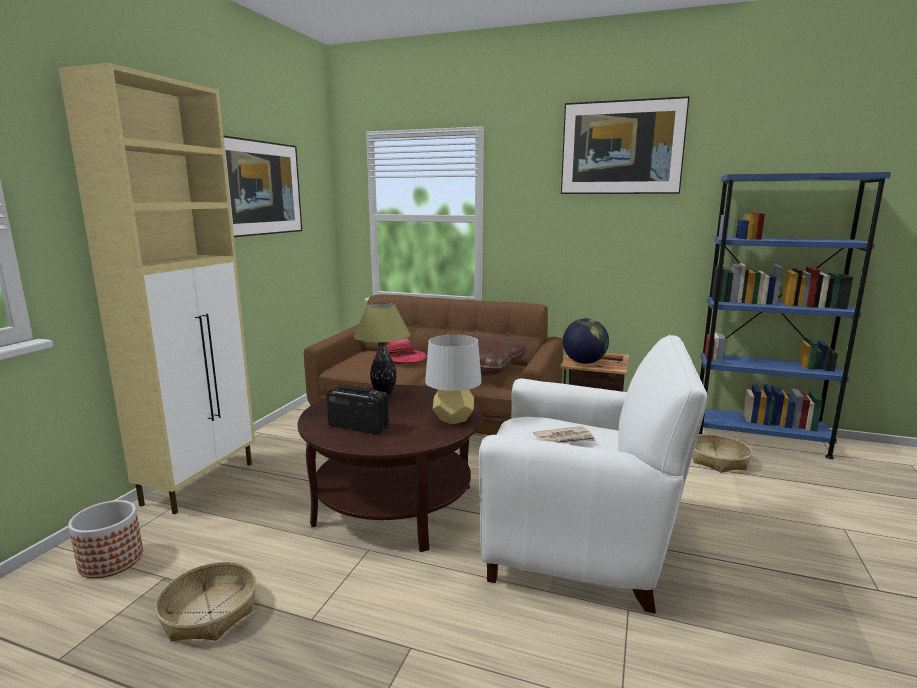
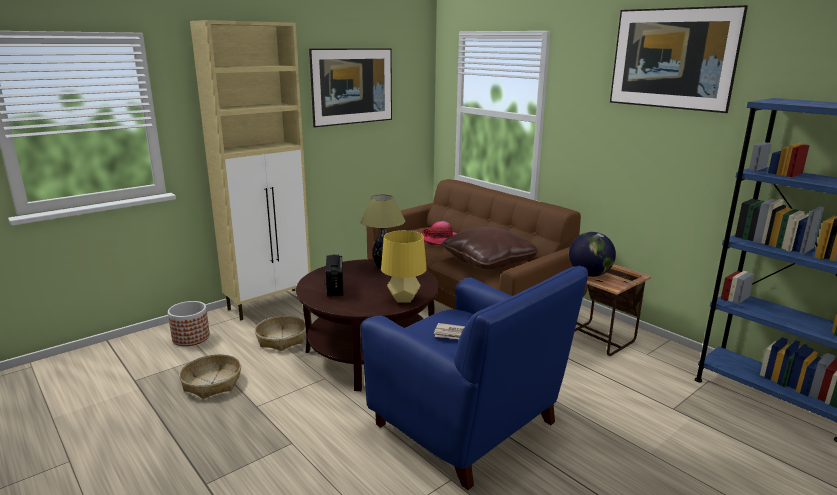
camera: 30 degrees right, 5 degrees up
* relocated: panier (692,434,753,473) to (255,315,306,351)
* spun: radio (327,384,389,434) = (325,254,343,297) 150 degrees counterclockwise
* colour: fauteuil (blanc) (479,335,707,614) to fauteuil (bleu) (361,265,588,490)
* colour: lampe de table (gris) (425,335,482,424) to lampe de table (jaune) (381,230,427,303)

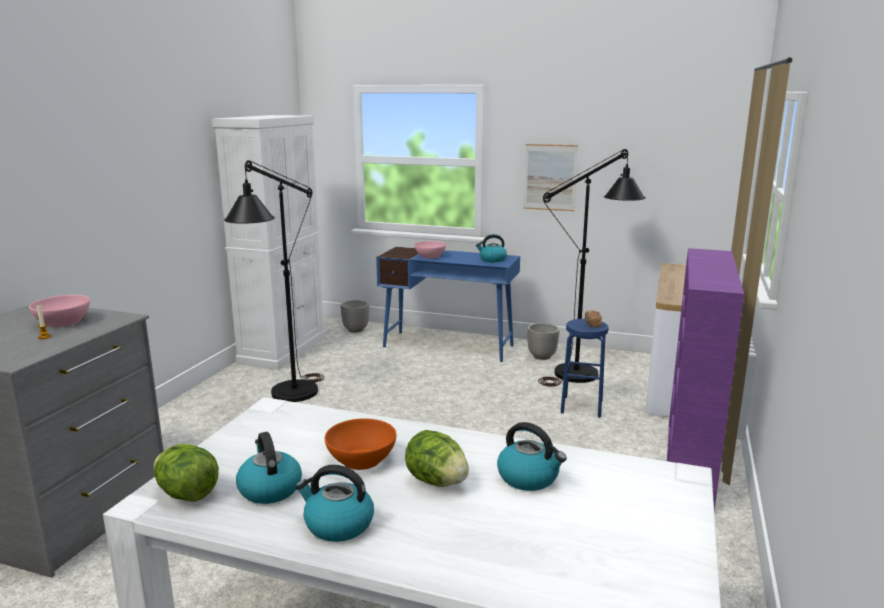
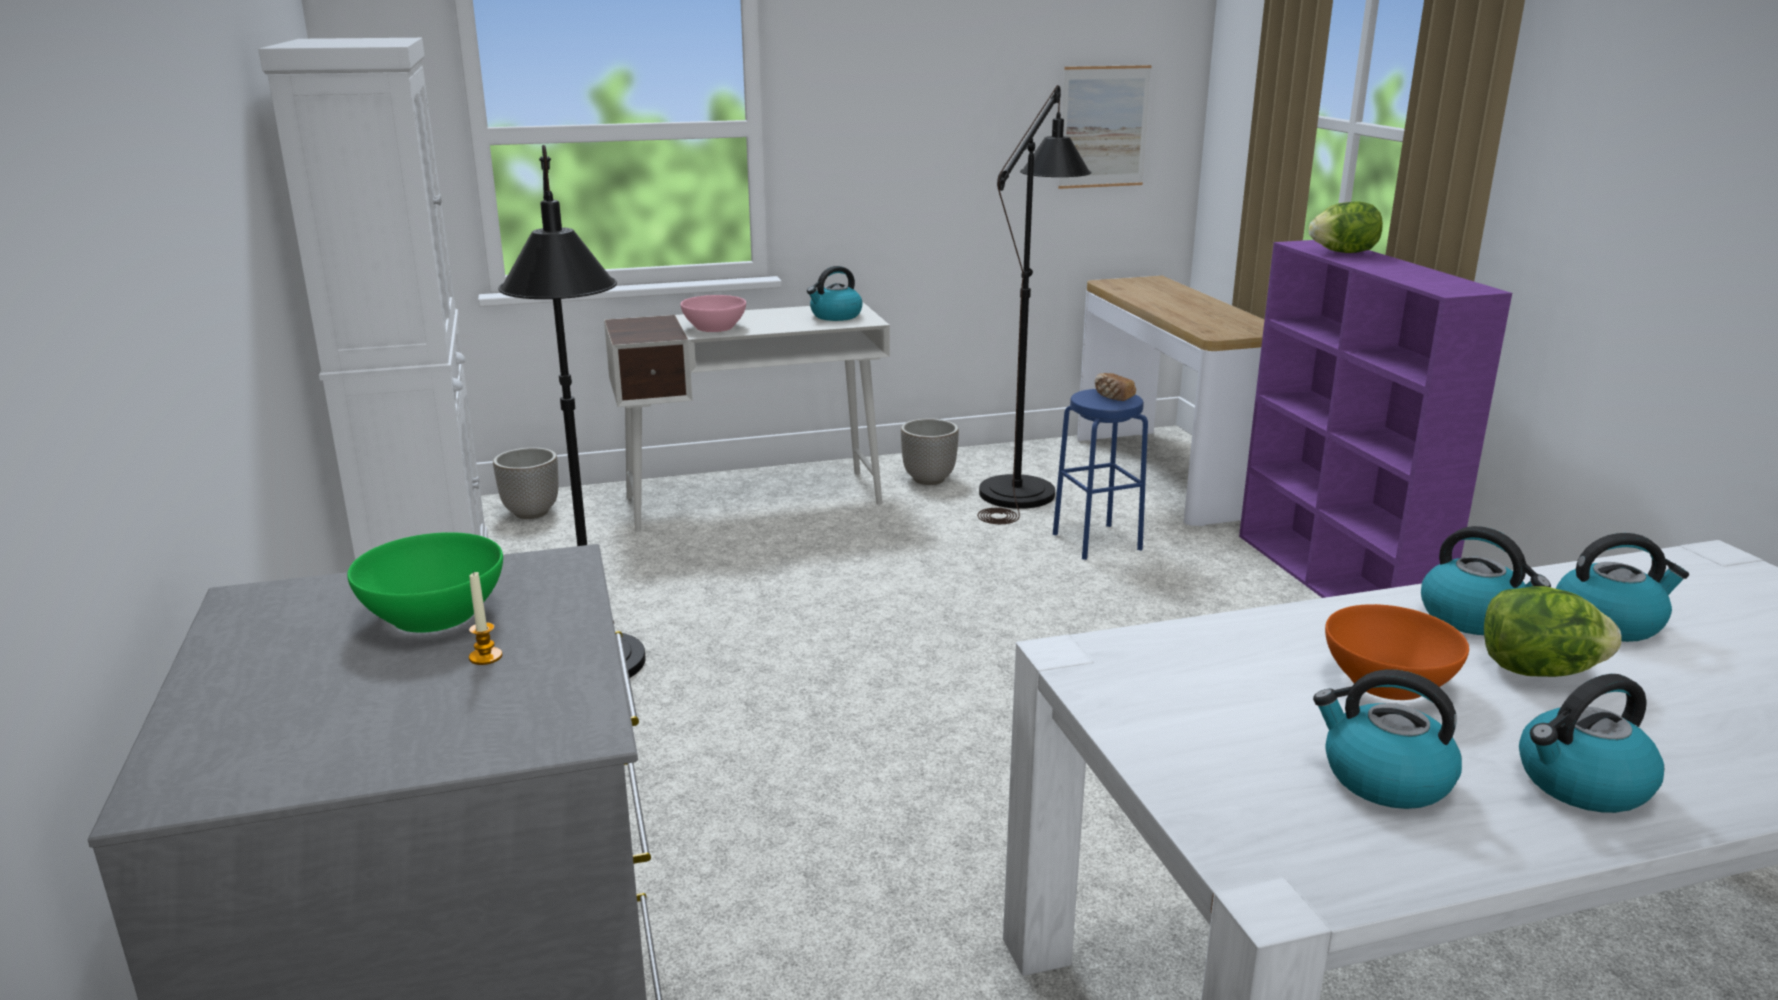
camera: 35 degrees left, 5 degrees up
* colour: bol (rose) (29,295,90,327) to bol (vert) (347,532,503,632)
* colour: bureau (bleu) (376,247,520,362) to bureau (blanc) (604,302,890,532)
* relocated: tableau (523,144,578,211) to (1058,65,1152,189)
* relocated: laitue (154,444,219,502) to (1309,202,1383,253)
* appeared: bouilloire (1421,526,1551,635)

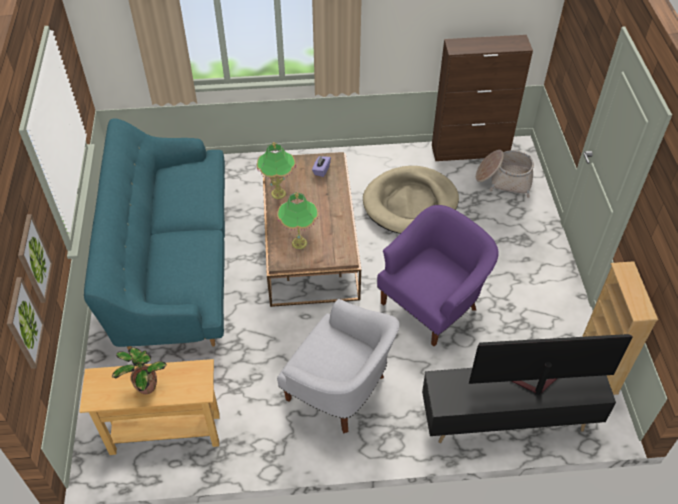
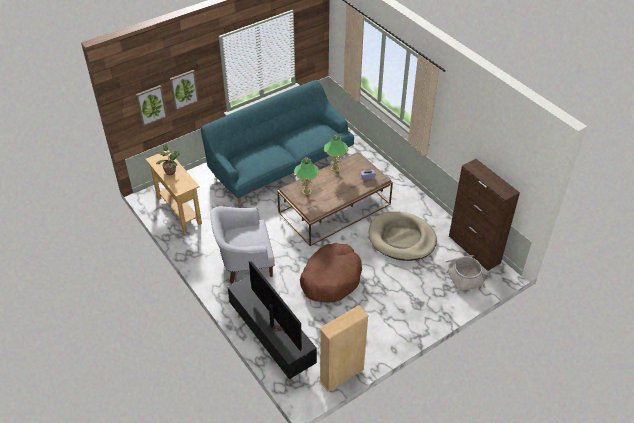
camera: 60 degrees right, 5 degrees down
* spun: fauteuil (blanc) (277,299,399,434) = (210,206,275,283) 75 degrees clockwise
* exchanged: fauteuil (violet) (377,205,499,346) to panier pour chien (marron) (300,243,362,302)

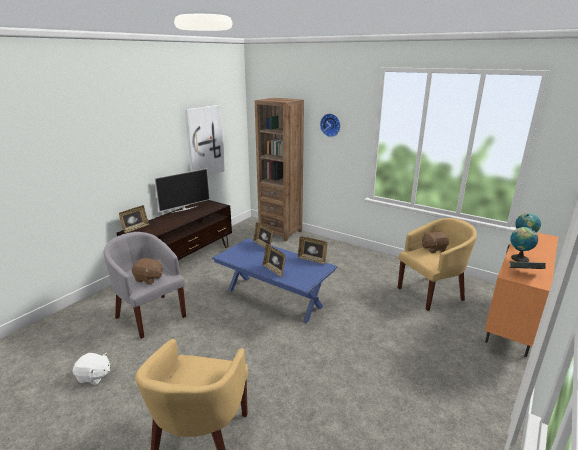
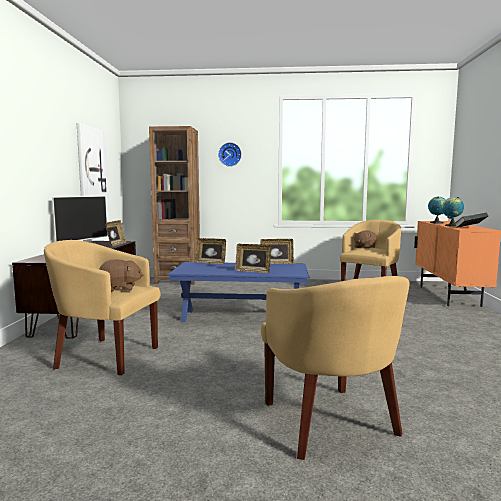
camera: 30 degrees left, 15 degrees down
* colour: fauteuil (gris) (103,232,186,339) to fauteuil (jaune) (44,240,161,376)
* relocated: cadre photo (119,205,149,233) to (105,220,126,246)
* missing: peluche (blanc) (73,353,110,385)

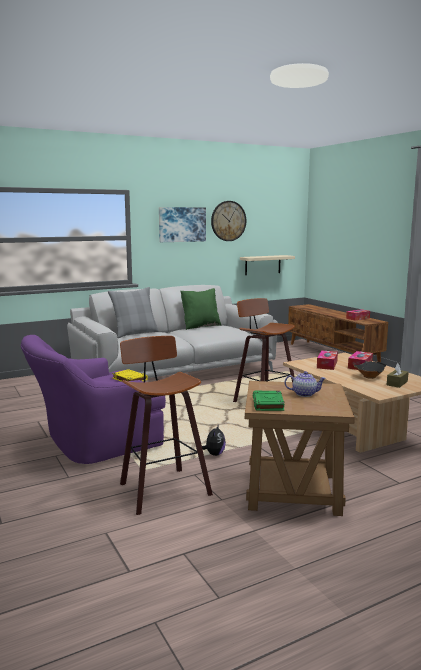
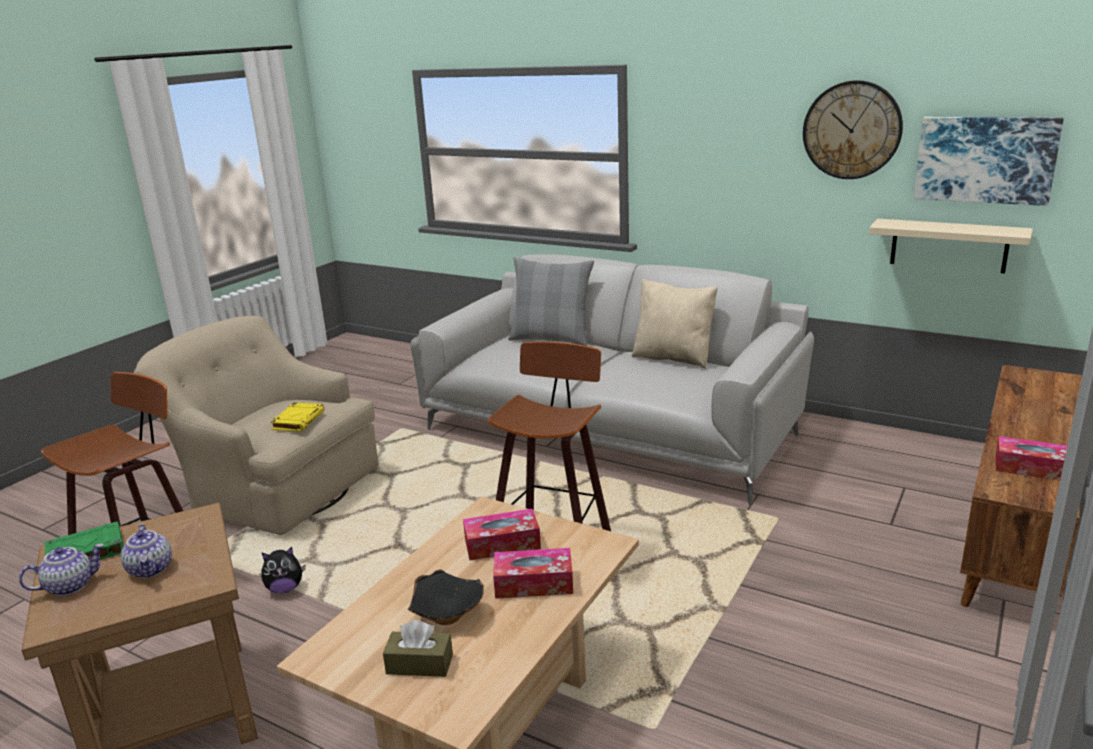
camera: 60 degrees right, 10 degrees up
* appeared: théière (19,544,104,596)
* colour: fauteuil (violet) (21,335,166,464) to fauteuil (beige) (134,316,379,535)
* colour: coussin (vert) (181,288,221,330) to coussin (beige) (632,279,718,369)
* relocated: tableau (159,207,206,242) to (914,117,1064,206)

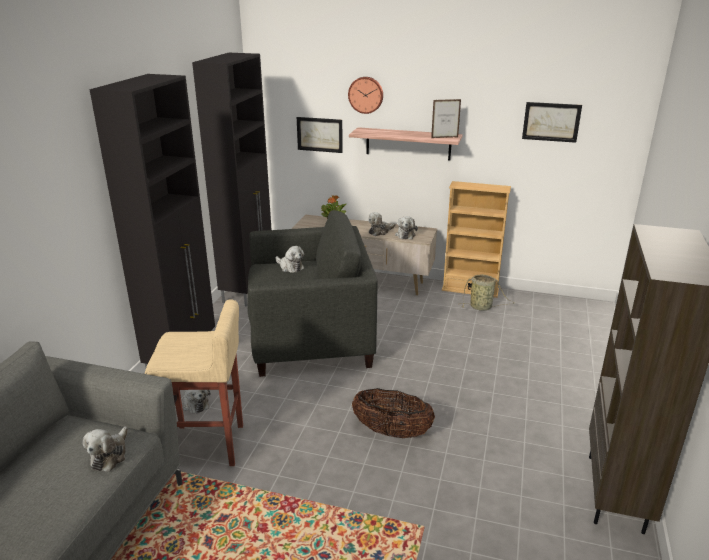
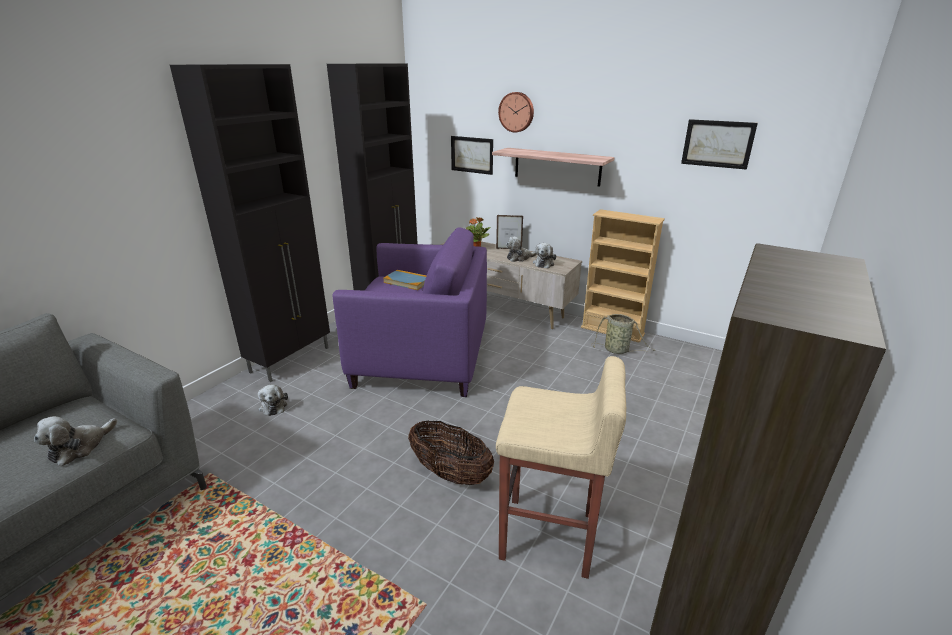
camera: 15 degrees right, 0 degrees up
* colour: fauteuil (gris) (247,210,377,377) to fauteuil (violet) (332,227,487,397)
* exchanged: peluche (275,246,304,273) to livre (383,270,426,290)
* relocated: cadre photo (431,99,461,138) to (496,215,523,249)
* relocated: tabouret (beige) (145,299,243,466) to (496,356,626,579)

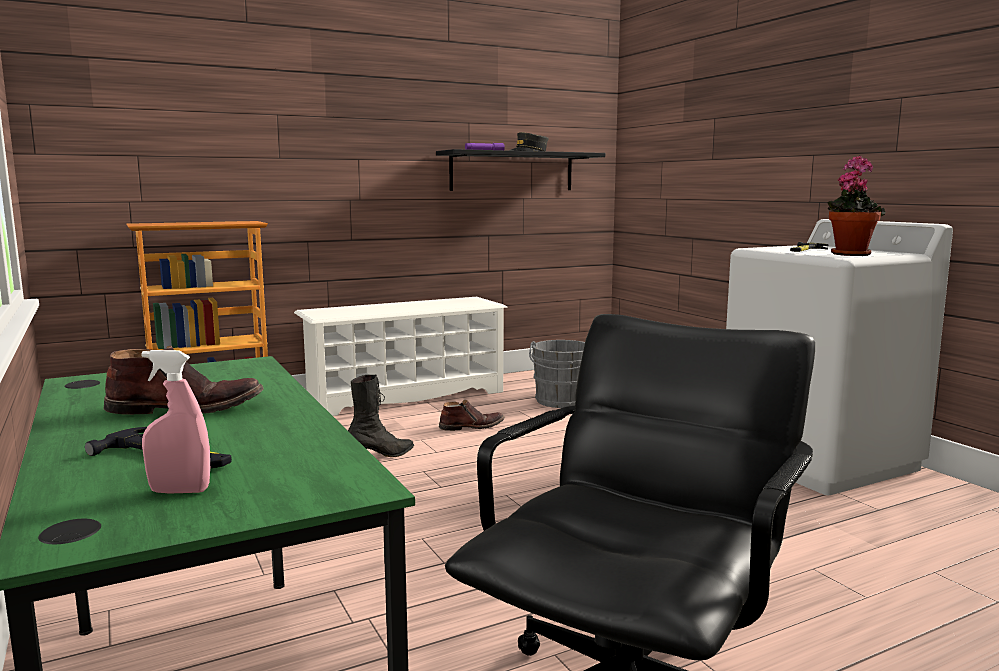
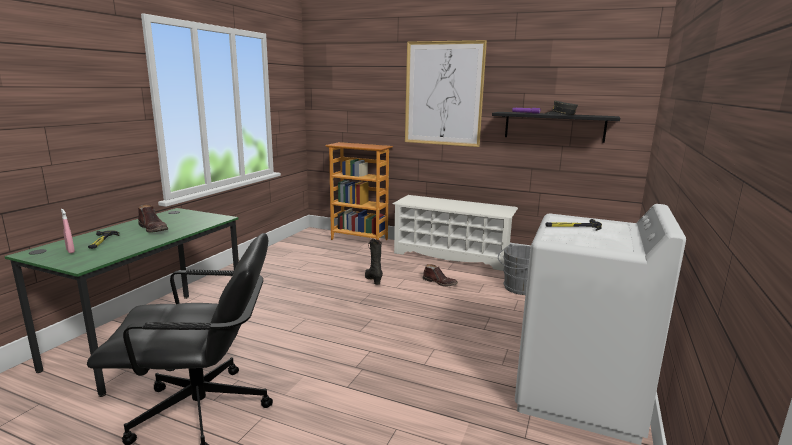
camera: 50 degrees right, 5 degrees up
* spun: botte (noir) (348,375,414,457) = (365,239,383,285) 120 degrees counterclockwise
* appeared: tableau (405,40,487,147)
* missing: plante en pot (828,156,885,256)

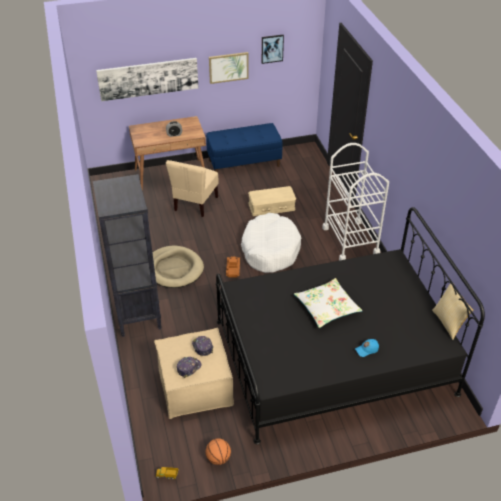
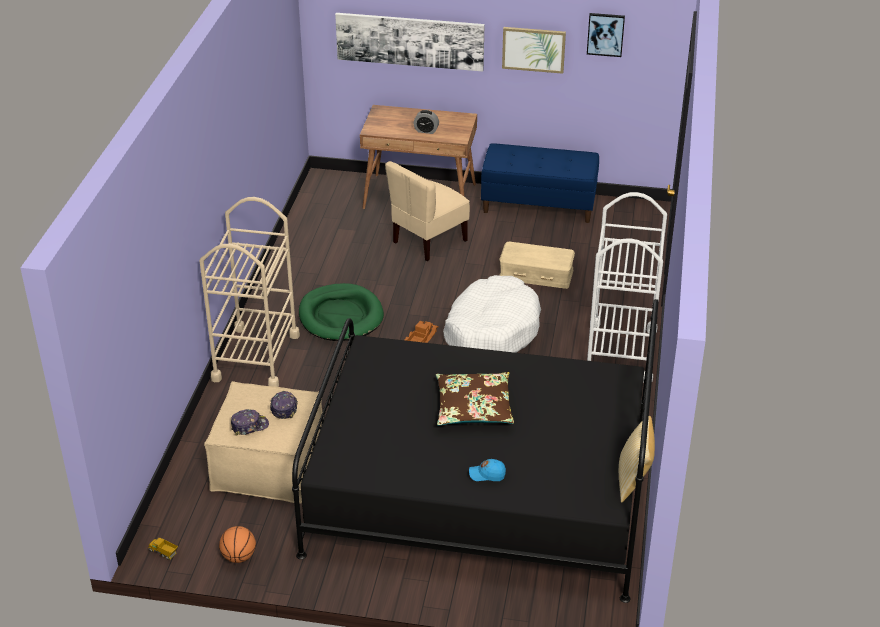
camera: 25 degrees right, 5 degrees down
* exchanged: bibliothèque (noir) (93,174,161,337) to chariot (beige) (200,197,300,387)
* colour: panier pour chien (beige) (152,245,204,288) to panier pour chien (vert) (299,283,384,341)
* colour: coussin (blanc) (294,278,363,328) to coussin (marron) (436,372,514,426)

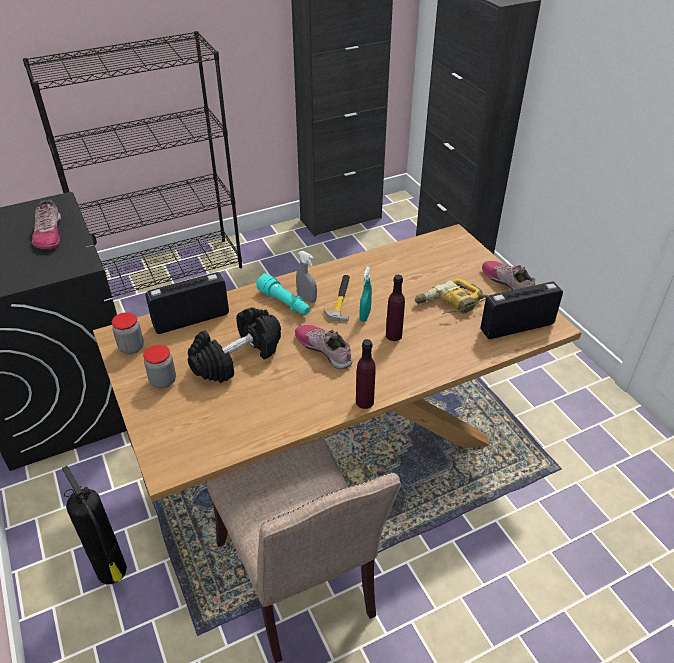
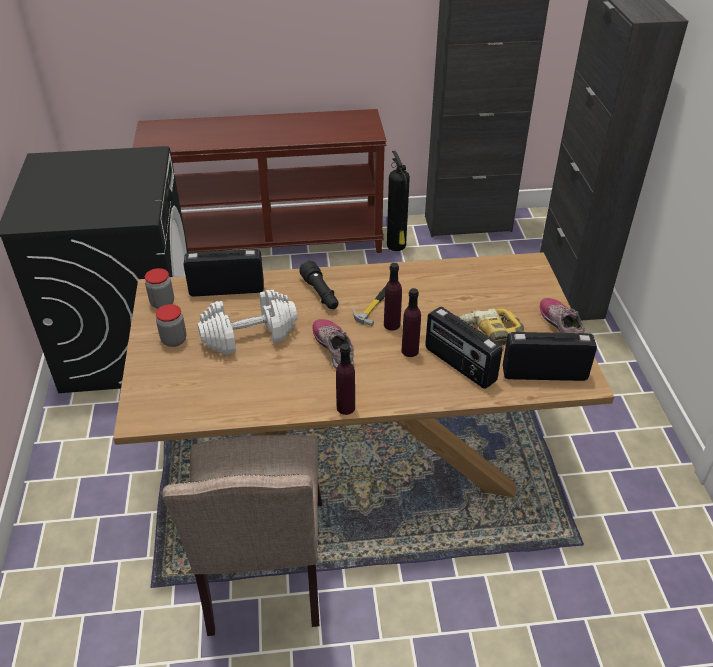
camera: 20 degrees right, 0 degrees up
* exchanged: bibliothèque (noir) (23,31,242,297) to table console (marron) (133,109,387,253)
* colour: haltère (noir) (188,307,281,383) to haltère (blanc) (197,290,298,355)
* colour: lampe de poche (turquoise) (256,273,310,315) to lampe de poche (noir) (299,261,338,309)
* exchanged: vaporisateur (turquoise) (360,267,372,322) to bouteille (violet) (384,263,402,330)
* relocated: extincteur (62,466,127,584) to (387,151,410,251)
* appeared: radio (425,307,502,389)
* missing: chaussure (32,200,61,249)
* missing: vaporisateur (gris) (296,251,317,303)

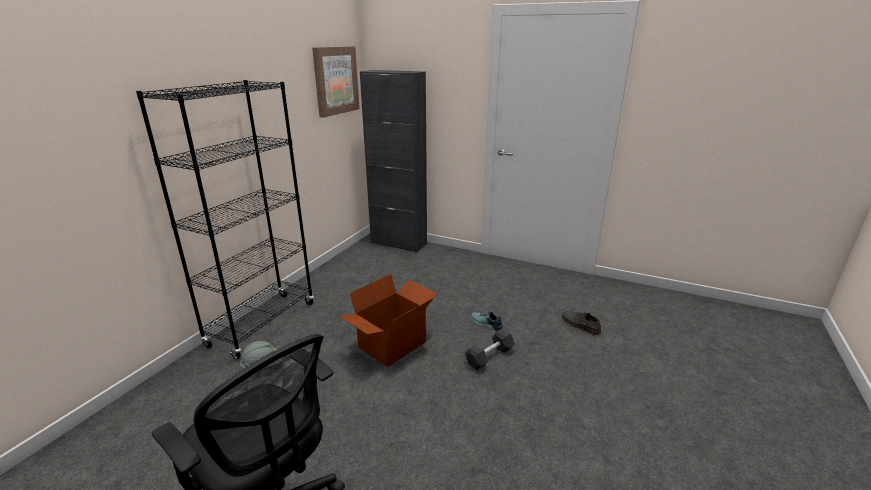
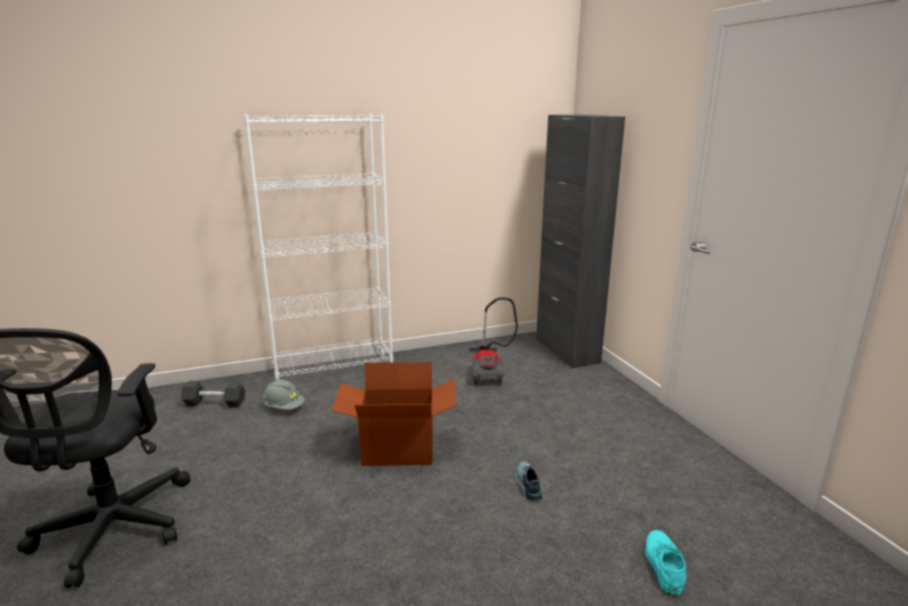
camera: 45 degrees right, 5 degrees down
* relocated: haltère (noir) (465,329,515,370) to (181,381,245,407)
* colour: bibliothèque (noir) (136,80,314,359) to bibliothèque (blanc) (243,114,393,380)
* appeared: aspirateur (469,297,518,385)
* colour: chaussure (gris) (561,311,601,335) to chaussure (turquoise) (645,530,686,596)
* missing: tableau (312,46,360,118)

